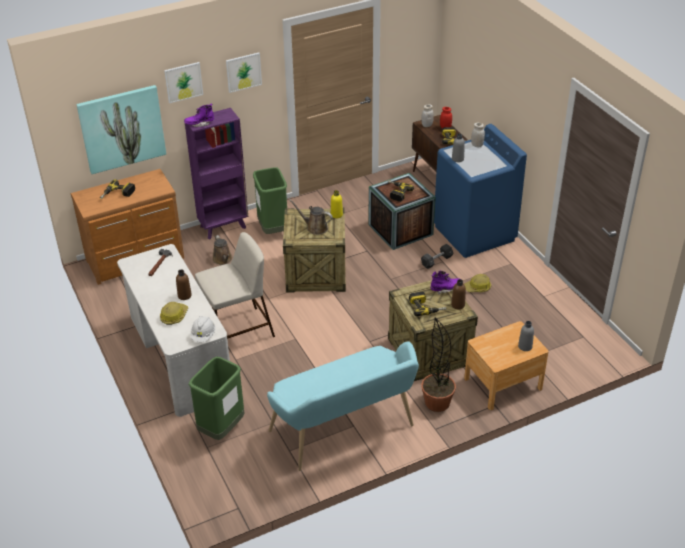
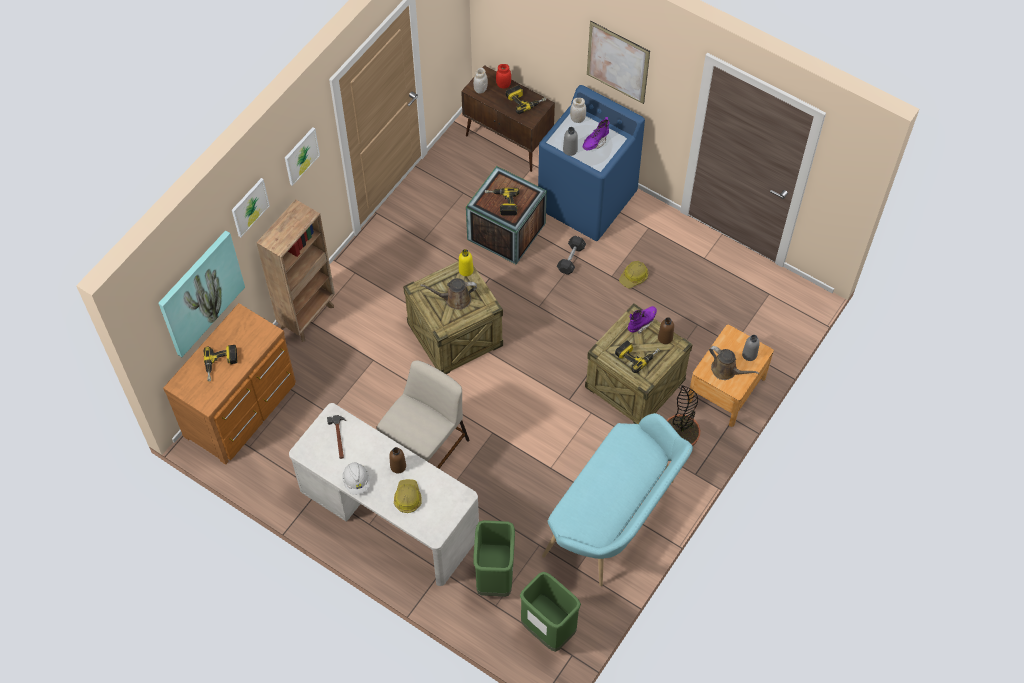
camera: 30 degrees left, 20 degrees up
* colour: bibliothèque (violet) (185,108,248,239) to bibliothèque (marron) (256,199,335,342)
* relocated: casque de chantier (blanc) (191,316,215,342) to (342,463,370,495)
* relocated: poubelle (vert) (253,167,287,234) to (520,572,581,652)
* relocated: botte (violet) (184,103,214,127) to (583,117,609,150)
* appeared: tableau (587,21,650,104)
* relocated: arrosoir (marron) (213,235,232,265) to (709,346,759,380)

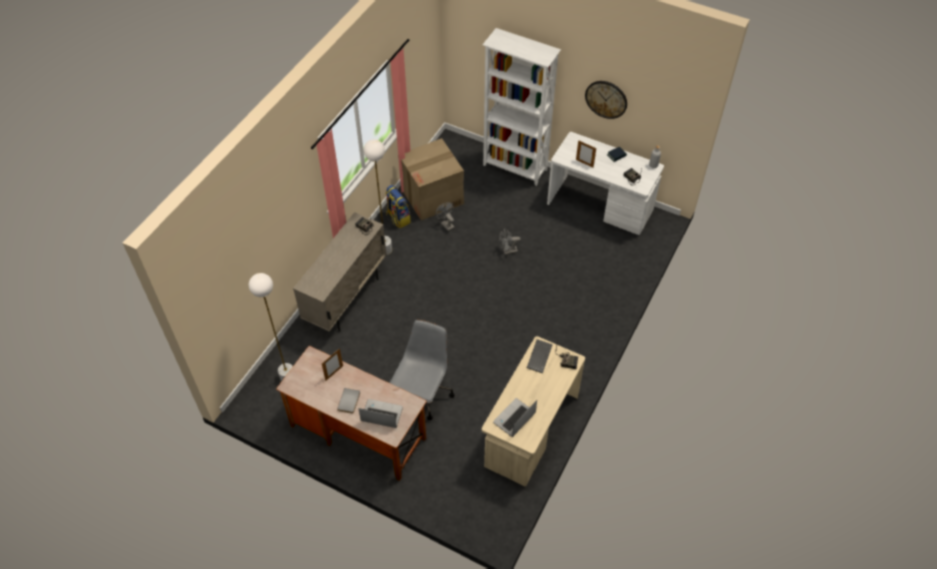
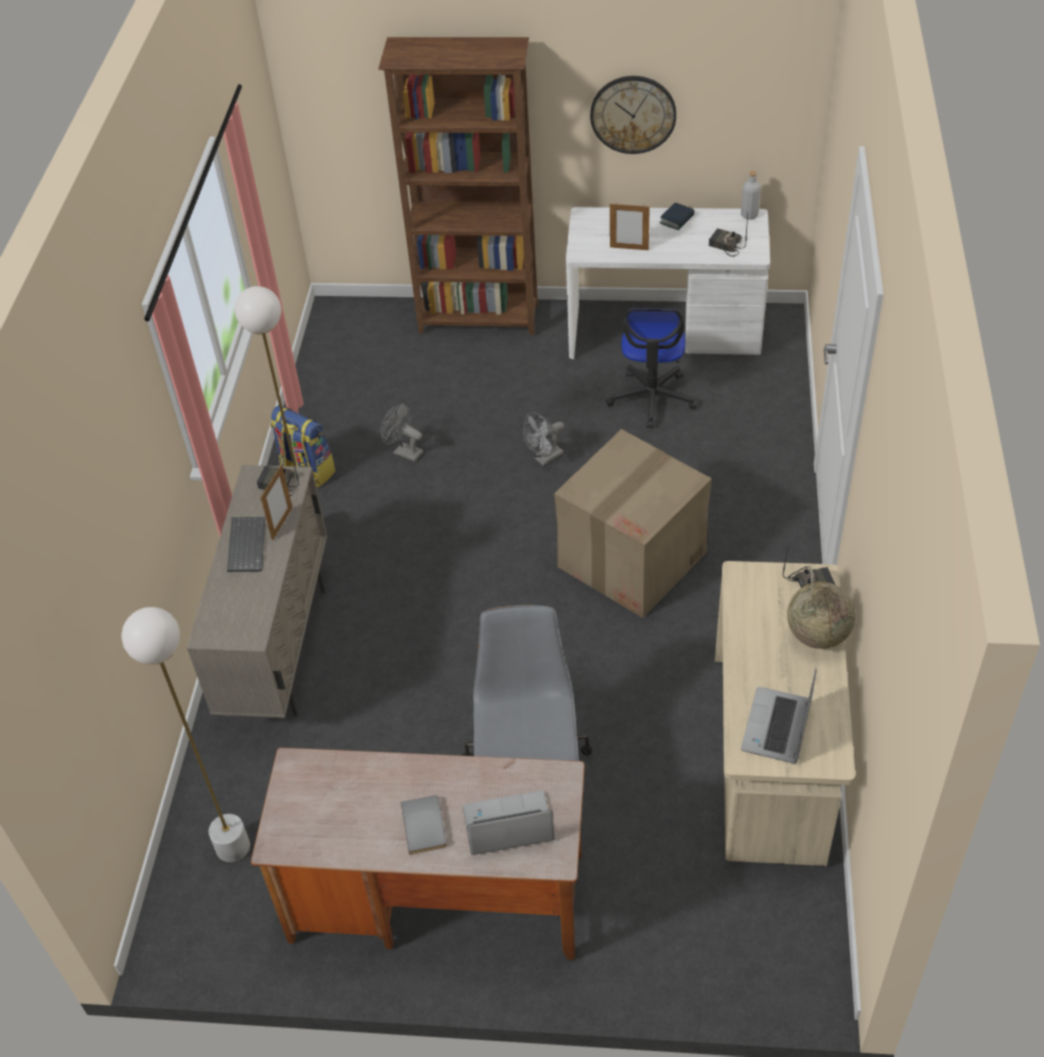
camera: 20 degrees left, 5 degrees down
* relocated: clavier (527,339,553,373) to (227,517,265,572)
* relocated: cadre photo (322,348,343,381) to (261,464,292,541)
* colour: bibliothèque (blanc) (482,28,561,186) to bibliothèque (marron) (378,37,538,335)
* relocated: carton (398,138,464,220) to (554,429,712,618)
* appeared: chaise de bureau (606,308,698,428)
* appeared: globe (787,582,856,649)

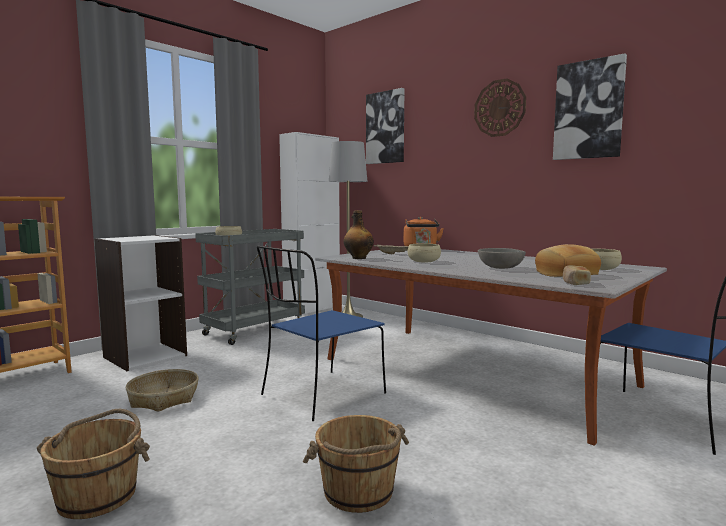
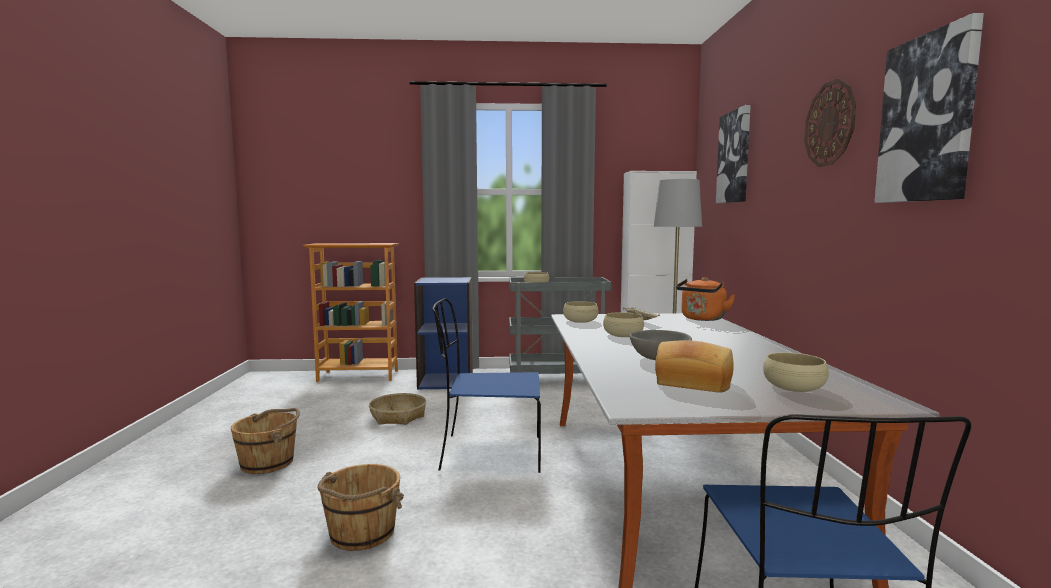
camera: 45 degrees right, 0 degrees up
* colour: bibliothèque (blanc) (94,235,187,371) to bibliothèque (bleu) (414,277,473,390)
* exchanged: bouteille (344,210,374,259) to bol (beige) (563,301,599,323)
* missing: pain (563,265,591,285)

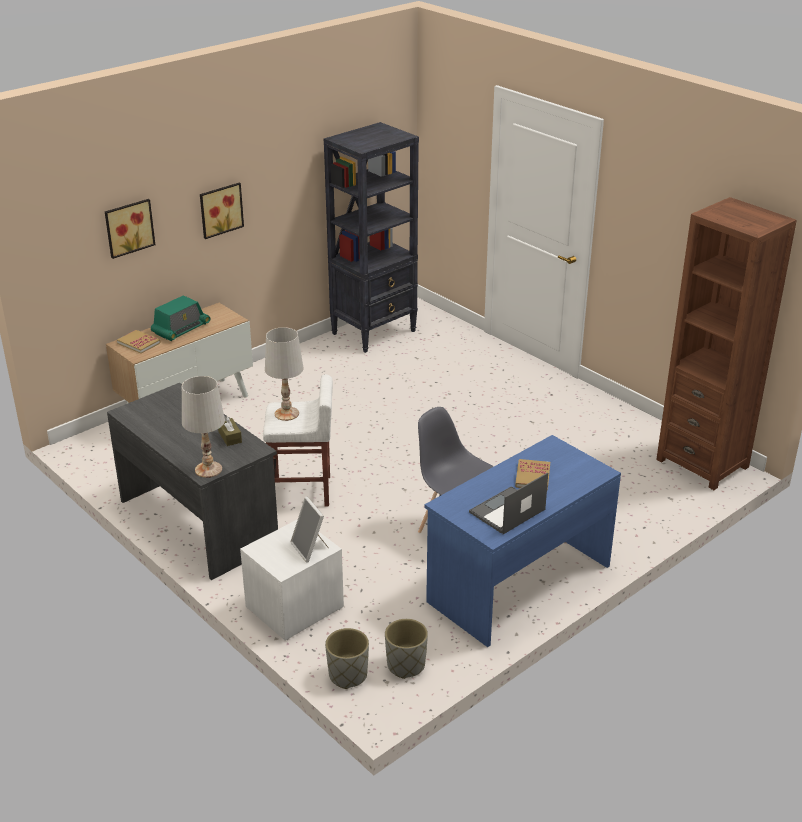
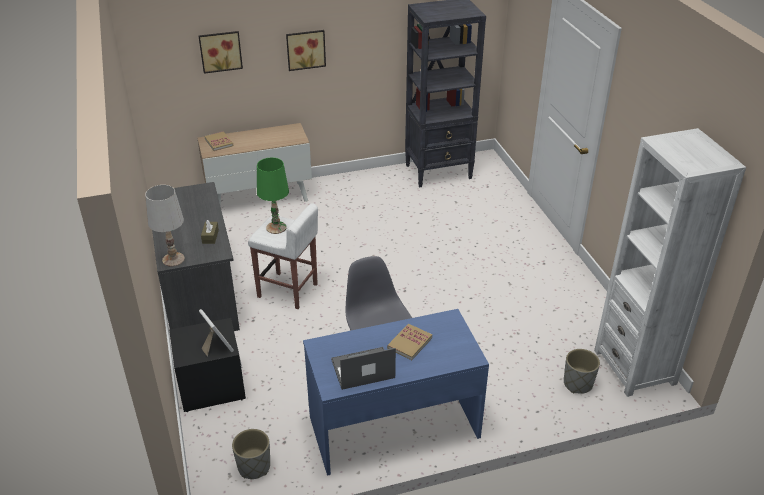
camera: 25 degrees right, 5 degrees up
* colour: table de chevet (blanc) (240,519,344,641) to table de chevet (noir) (169,318,246,412)
* spun: cadre photo (291,497,329,562) = (199,309,234,357) 150 degrees clockwise
* colour: lampe de table (blanc) (265,327,303,421) to lampe de table (vert) (257,158,289,234)
* relocated: cache-pot (gris) (325,628,369,689) to (564,349,600,394)
* colour: bibliothèque (marron) (656,197,797,490) to bibliothèque (blanc) (594,128,746,397)
* missing: radio (151,295,210,341)

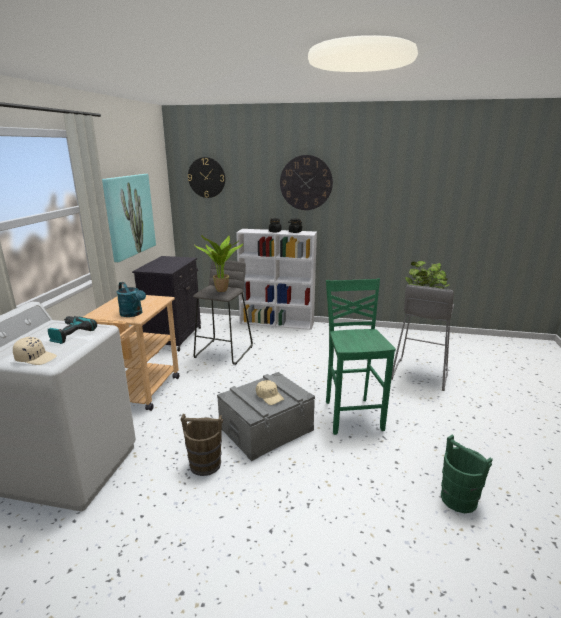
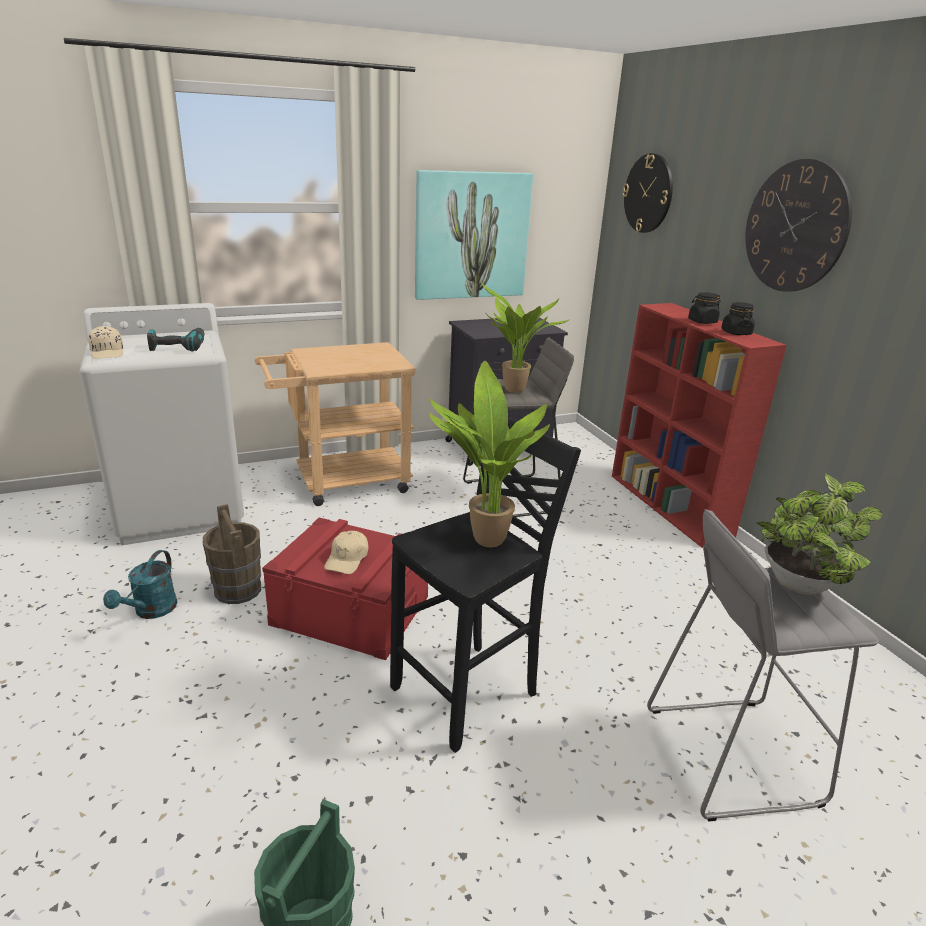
camera: 55 degrees right, 5 degrees up
* relocated: arrosoir (turquoise) (116,282,146,317) to (103,550,178,619)
* colour: boîte de rangement (gris) (217,372,315,461) to boîte de rangement (rouge) (262,518,428,660)
* colour: tabouret (vert) (326,278,396,435) to tabouret (noir) (390,417,581,753)
* appeared: plante en pot (429,361,550,548)
* colour: bibliothèque (blanc) (236,229,317,330) to bibliothèque (rouge) (612,303,787,548)

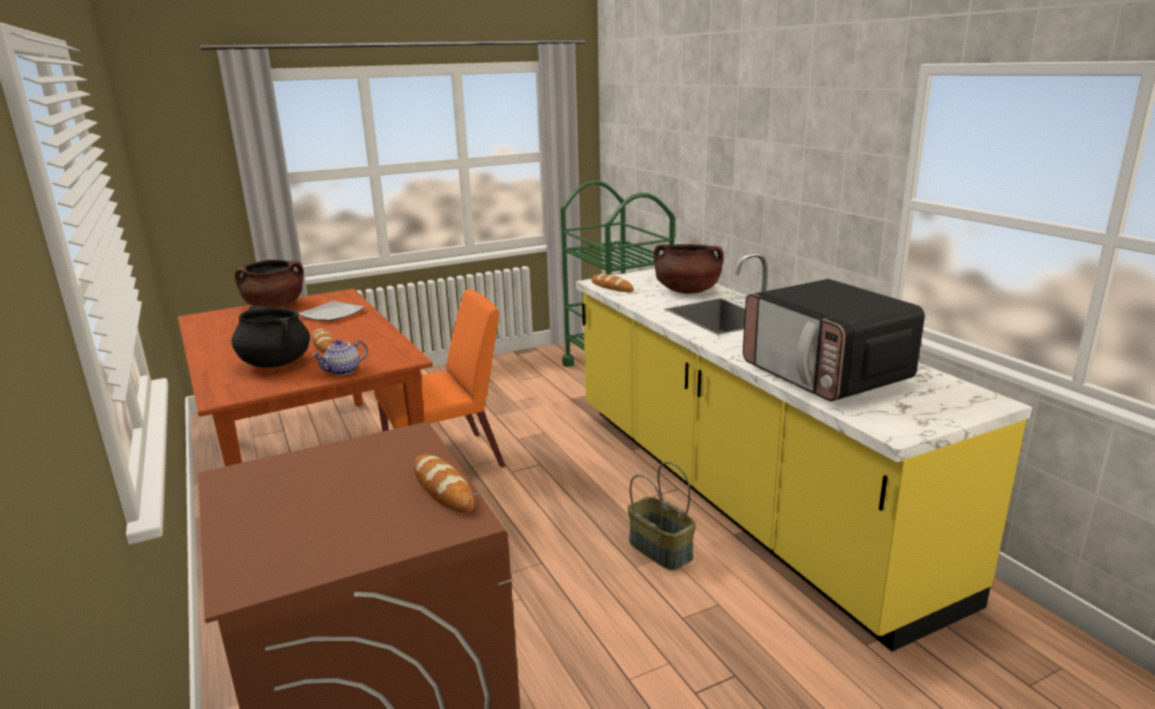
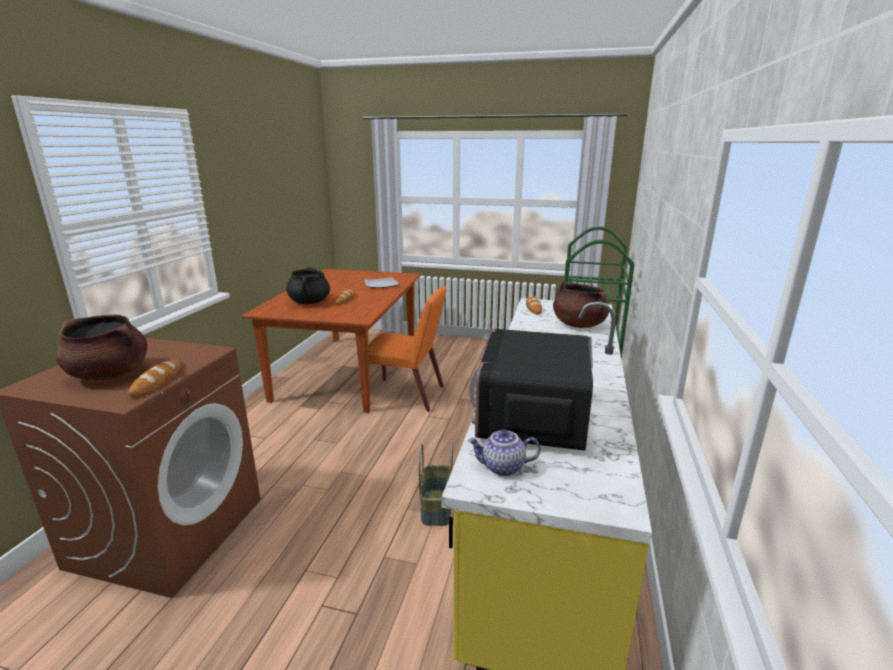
camera: 40 degrees right, 0 degrees up
* relocated: marmite (marron) (235,260,304,308) to (56,315,147,380)
* relocated: théière (312,340,368,375) to (468,430,540,476)

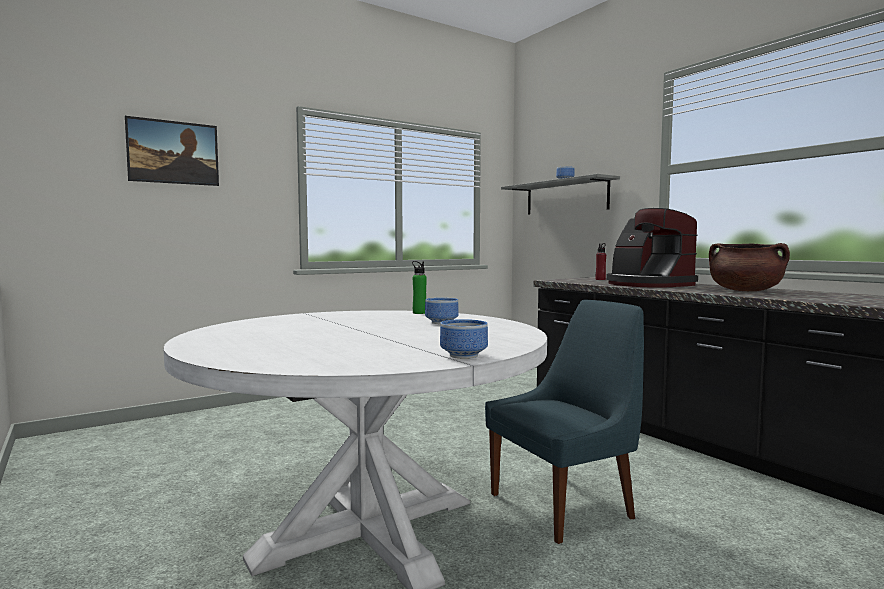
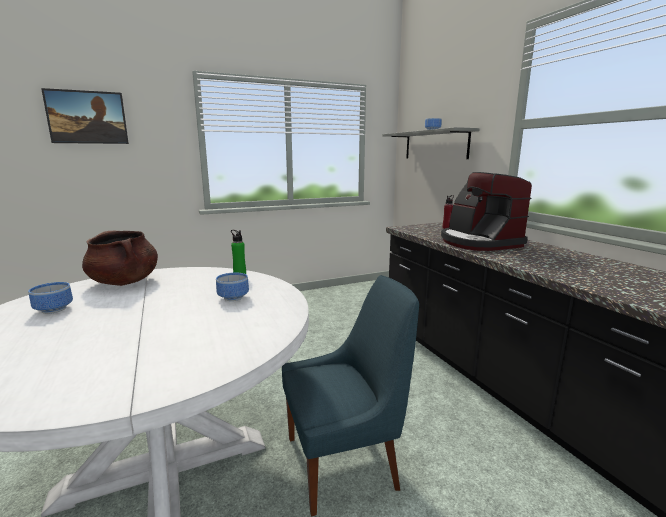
camera: 10 degrees right, 10 degrees up
* relocated: bol (440,319,488,359) to (28,282,73,314)
* relocated: marmite (marron) (709,243,790,291) to (82,231,158,286)

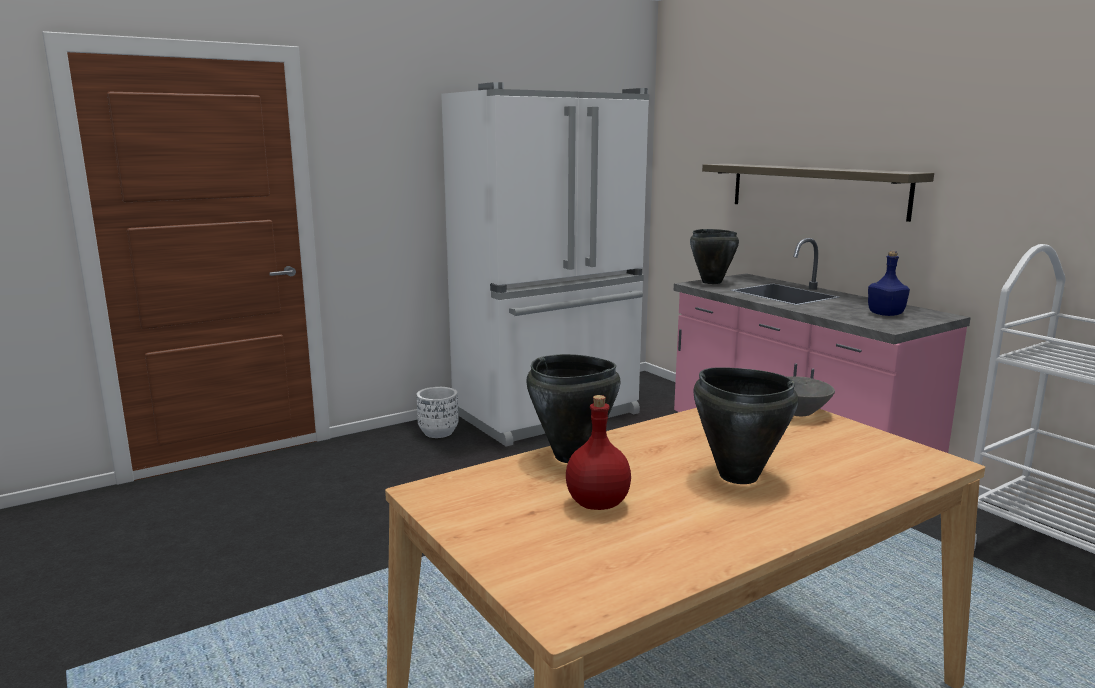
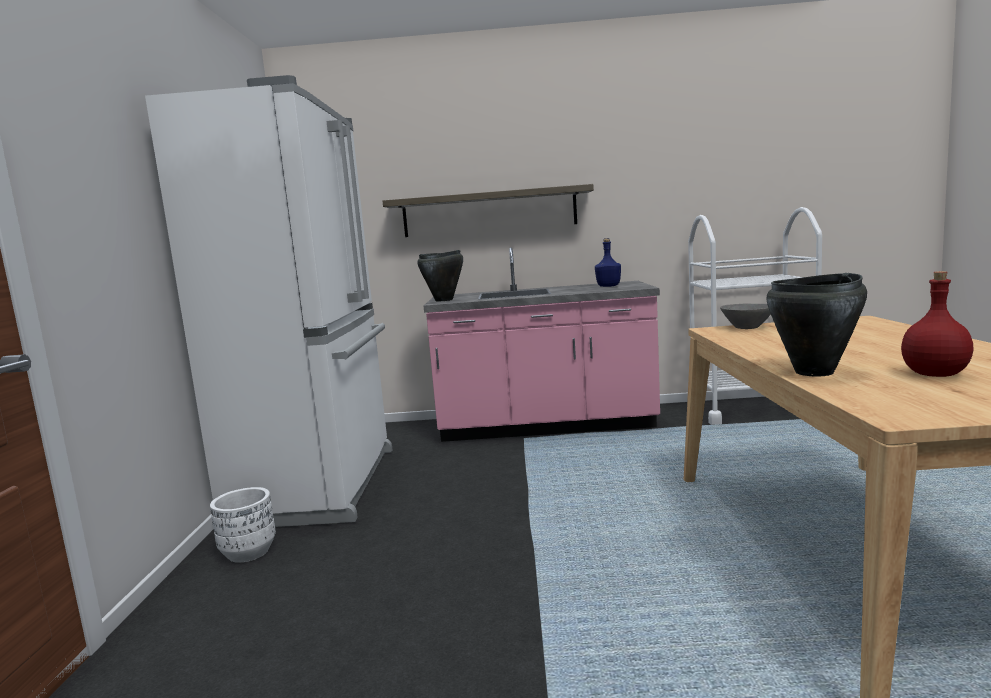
camera: 55 degrees left, 5 degrees down
* missing: marmite (noir) (693,367,798,484)

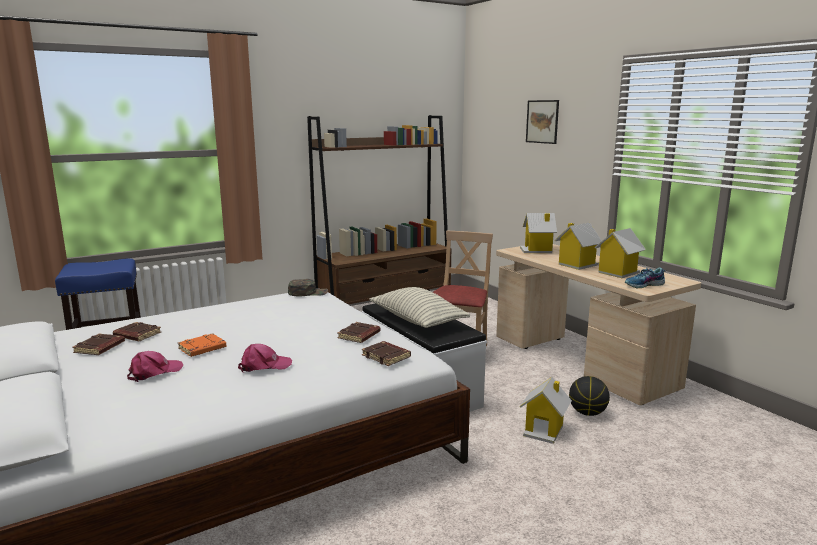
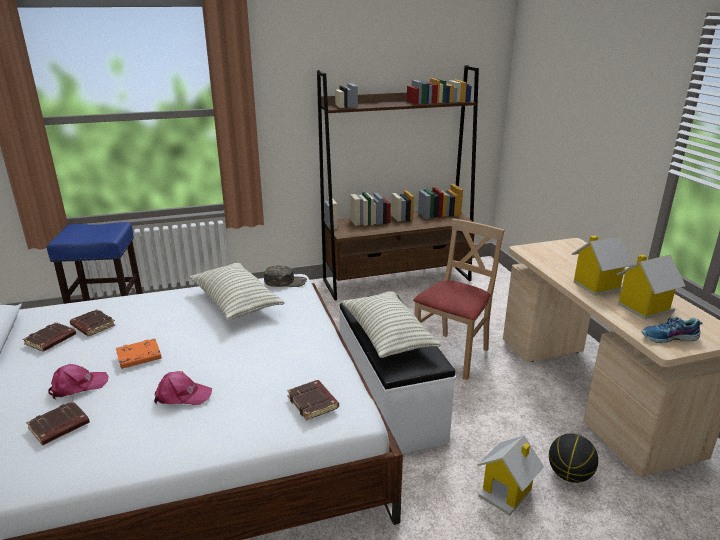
camera: 15 degrees right, 10 degrees up
* relocated: livre (marron) (338,322,381,343) to (26,401,90,445)
* appeared: coussin (189,263,284,320)
* missing: maison miniature (520,213,557,253)
* missing: tableau (526,100,559,144)

